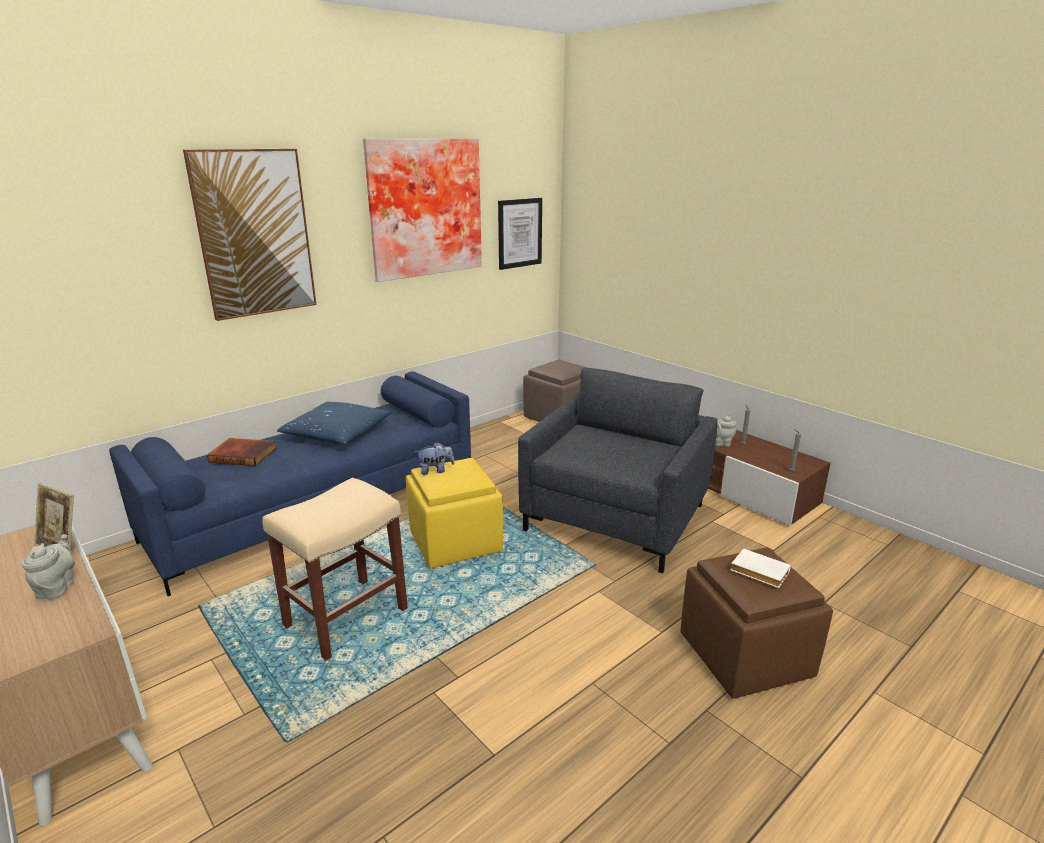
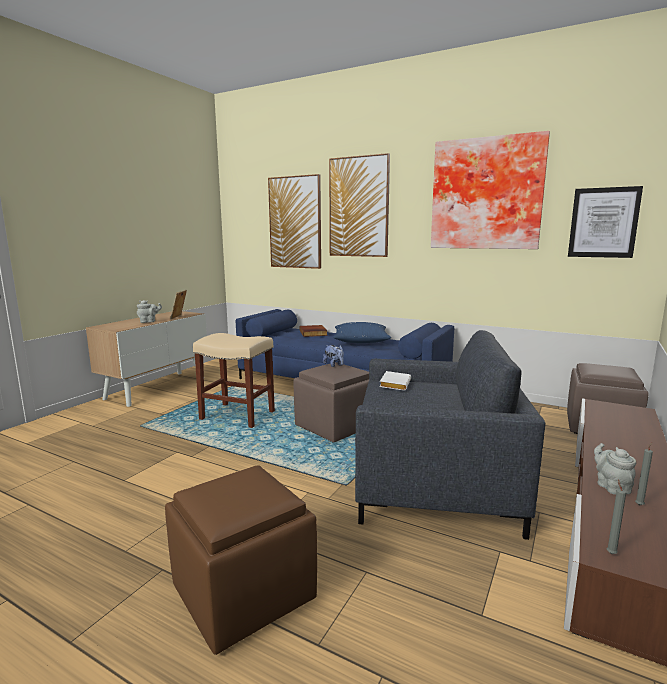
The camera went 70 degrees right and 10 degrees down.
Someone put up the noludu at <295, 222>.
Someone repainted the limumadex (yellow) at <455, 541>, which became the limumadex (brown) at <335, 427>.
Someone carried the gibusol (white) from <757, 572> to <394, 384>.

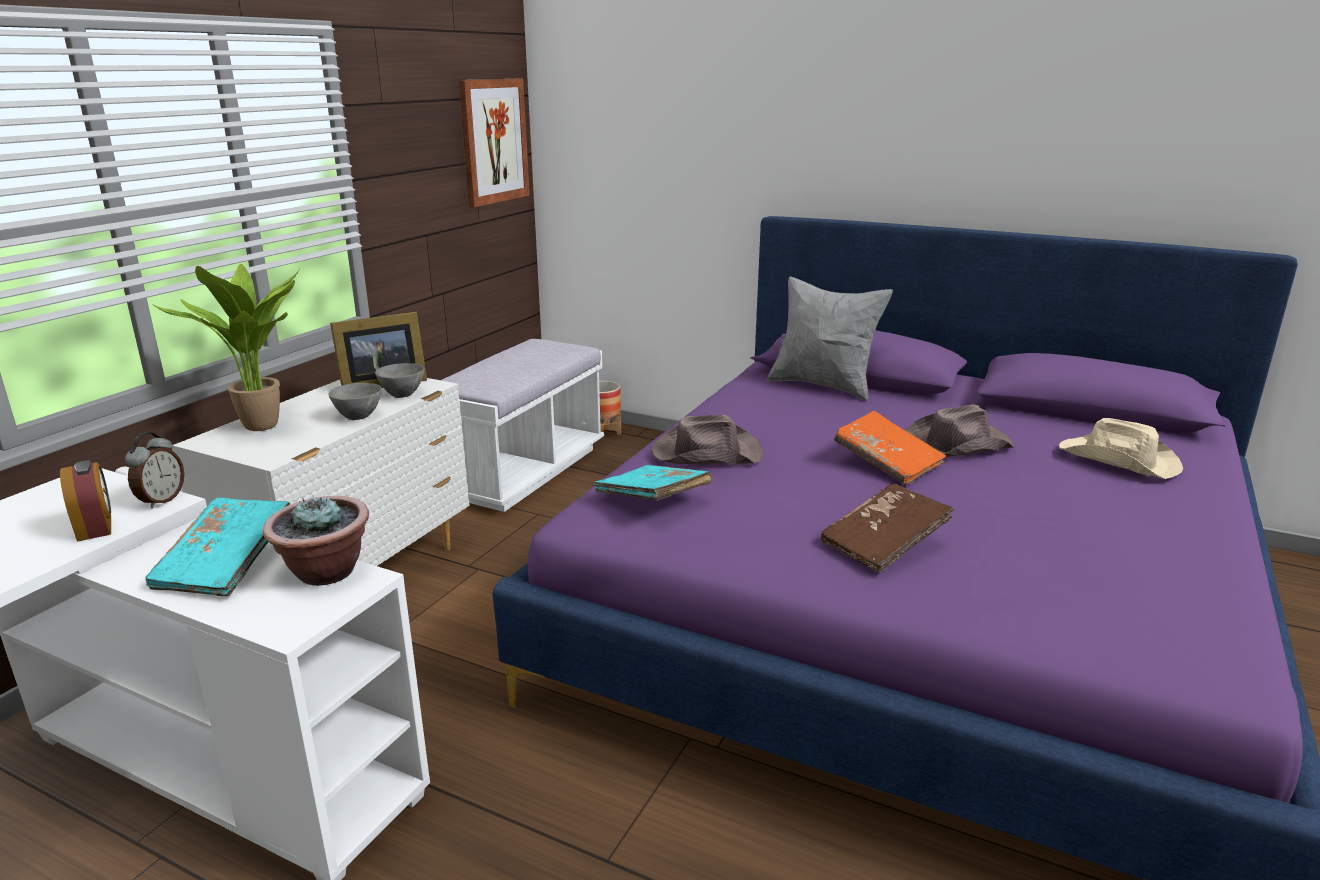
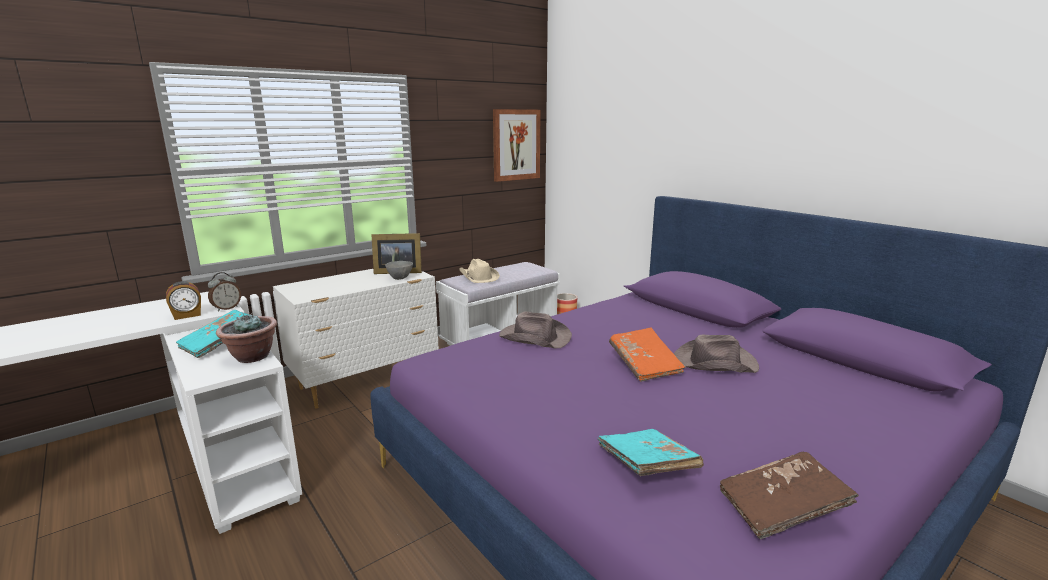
The camera went 25 degrees right and 5 degrees down.
Someone rotated the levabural at <96, 528> by 60 degrees clockwise.
Someone carried the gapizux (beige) from <1119, 460> to <478, 277>.
Someone carried the gibusol (turquoise) from <652, 499> to <646, 465>.
Someone carried the gibusol (brown) from <884, 544> to <781, 508>.
Someone took away the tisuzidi at <266, 427>.
Someone took away the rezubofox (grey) at <358, 416>.
Someone took away the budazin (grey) at <823, 386>.

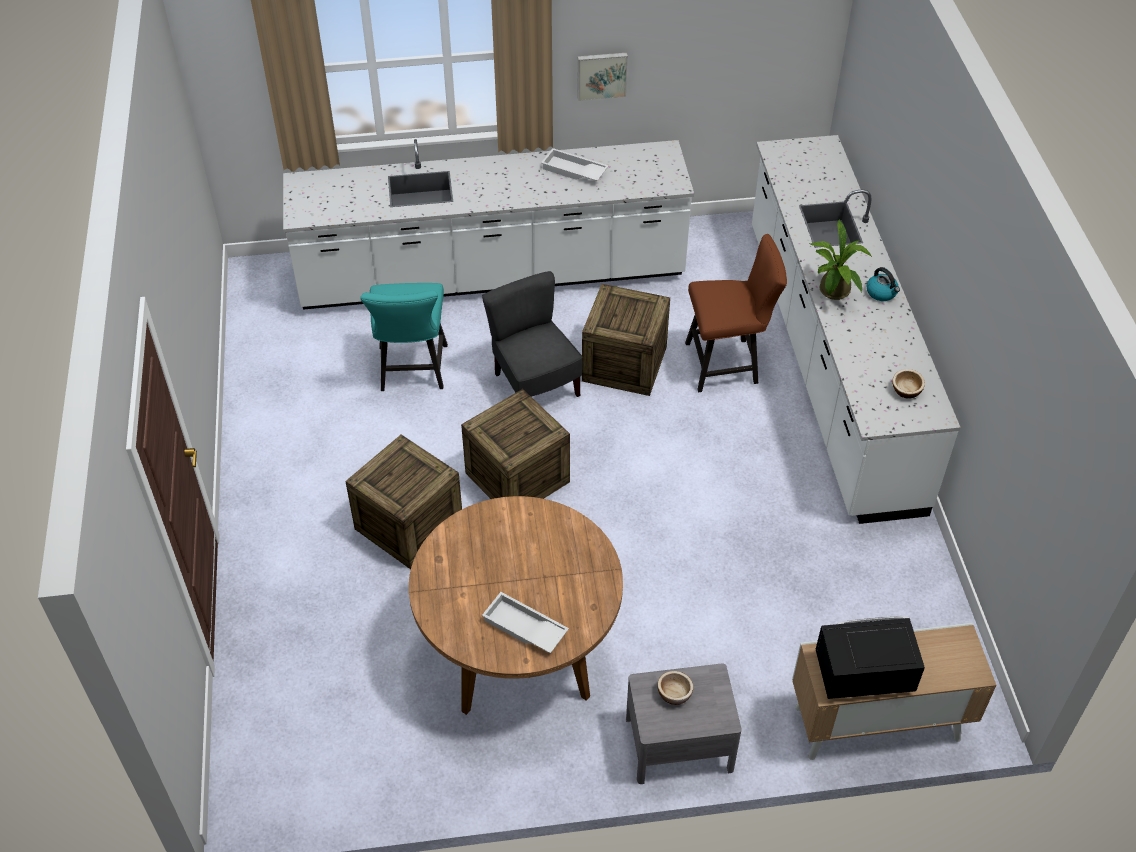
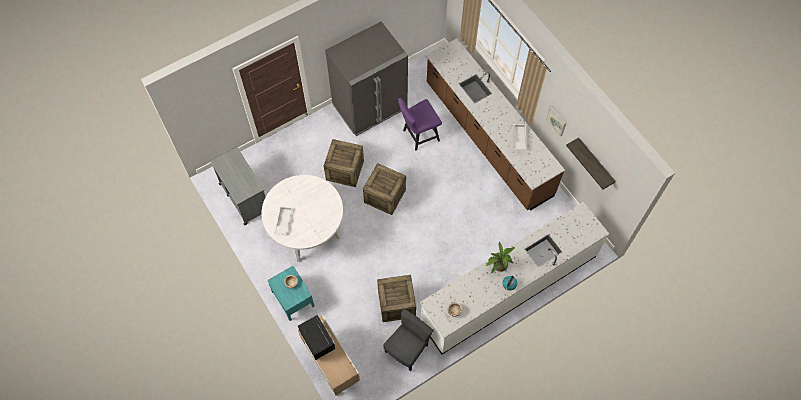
The camera went 65 degrees right and 15 degrees up.
Someone put down the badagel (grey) at <244, 197>.
Someone repainted the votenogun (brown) at <519, 652>, which became the votenogun (white) at <307, 231>.
Someone repainted the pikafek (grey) at <679, 744>, which became the pikafek (turquoise) at <293, 298>.
Someone put down the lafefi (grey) at <370, 107>.
Someone carried the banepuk from <624, 364> to <396, 304>.
Someone carried the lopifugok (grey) from <535, 386> to <407, 349>.
Someone repainted the lopifugok (turquoise) at <412, 372>, which became the lopifugok (purple) at <418, 136>.
Someone repainted the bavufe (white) at <492, 275>, which became the bavufe (brown) at <487, 139>.
Someone put up the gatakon at <595, 163>.
Someone took away the lopifugok (brown) at <727, 363>.

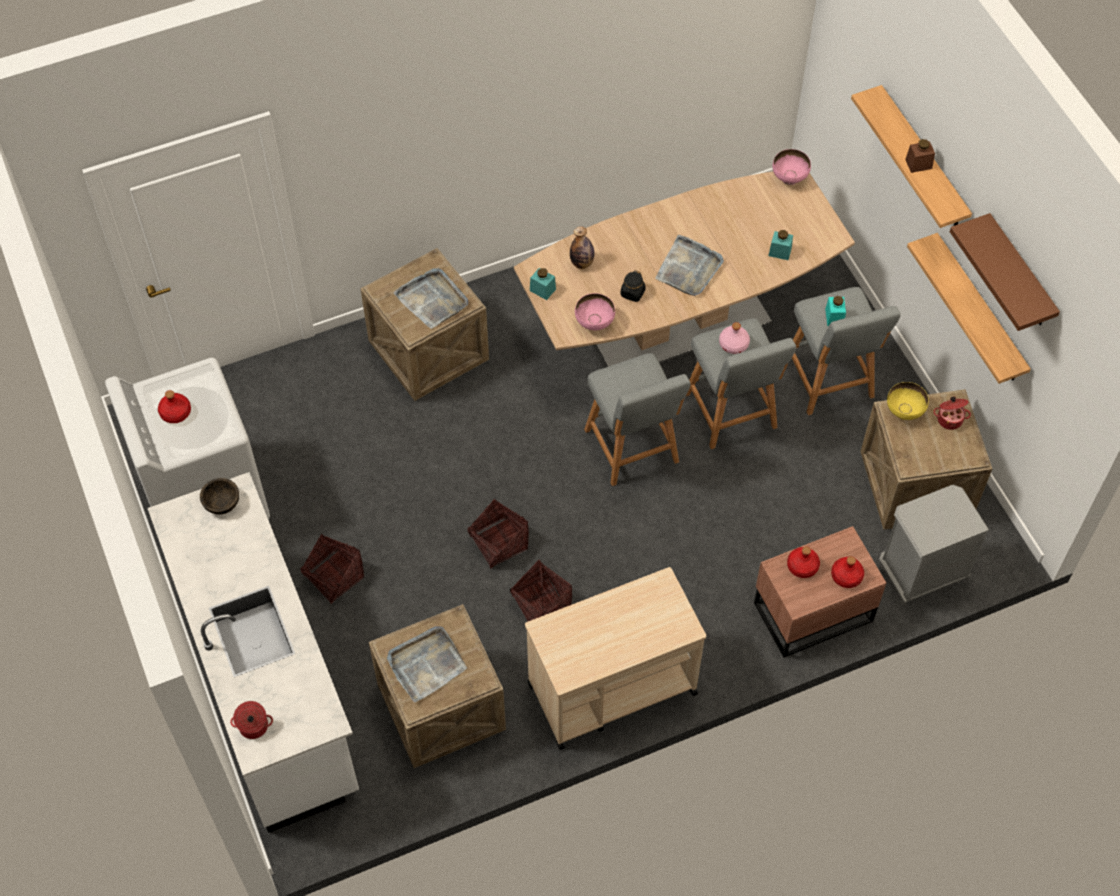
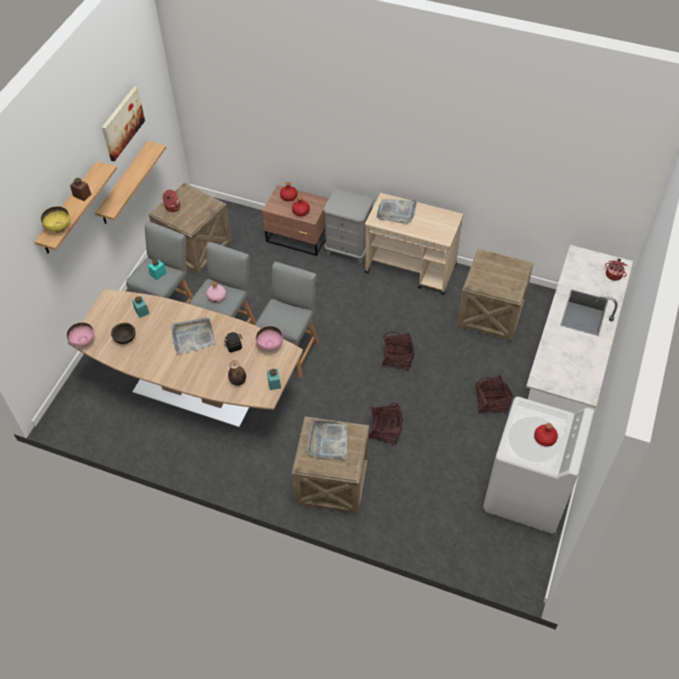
The camera went 135 degrees left and 5 degrees down.
Someone carried the rezubofox (yellow) from <904, 411> to <59, 228>.
Someone swapped the gatakon (brown) at <1019, 274> for the noludu at <122, 123>.
Someone carried the rezubofox (brown) from <222, 503> to <125, 338>.
Someone carried the pikafek (grey) from <919, 574> to <348, 249>.
Someone carried the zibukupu from <541, 604> to <385, 430>.
Someone carried the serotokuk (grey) from <426, 665> to <396, 212>.

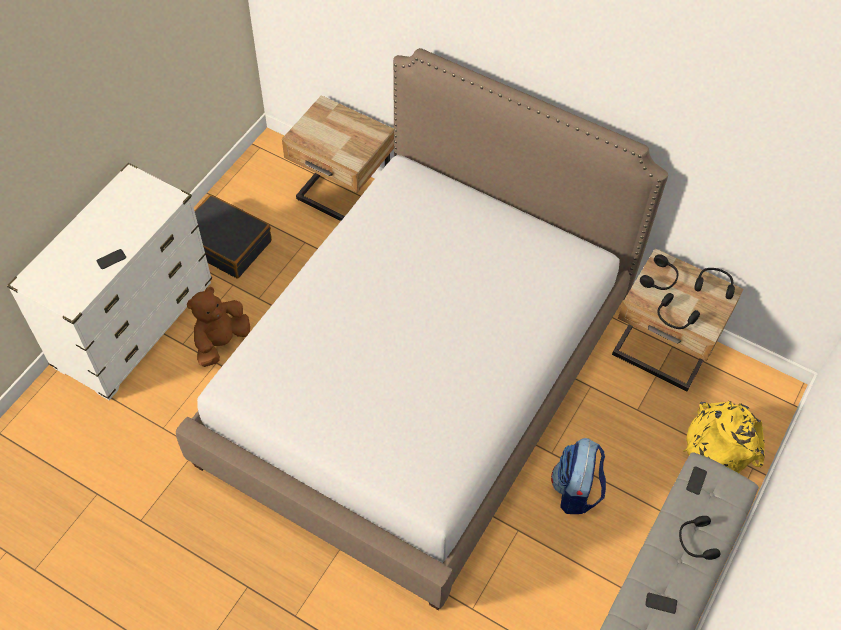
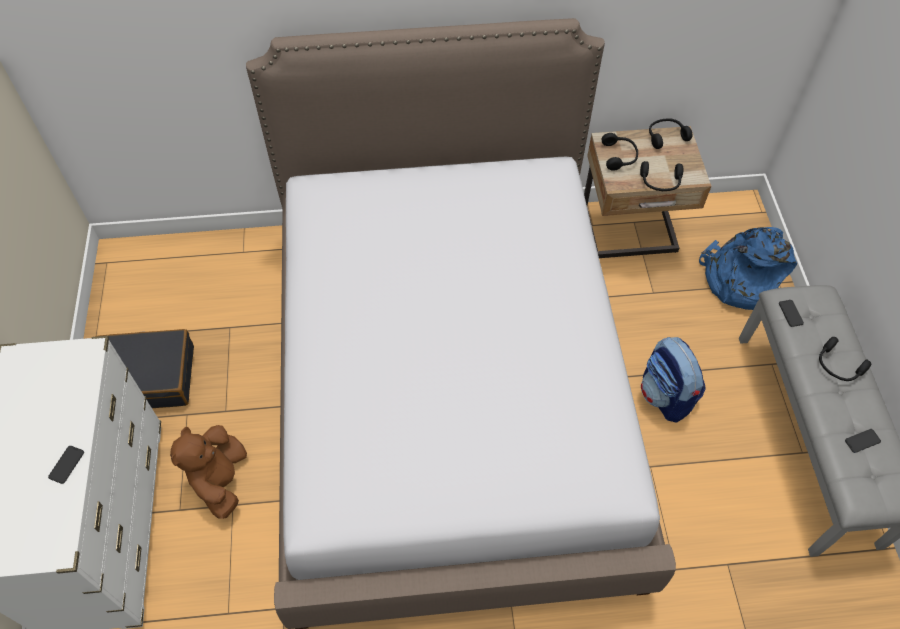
The camera went 35 degrees left and 0 degrees up.
Someone repainted the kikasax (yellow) at <719, 445>, which became the kikasax (blue) at <738, 280>.
Someone took away the pikafek (beige) at <342, 198>.

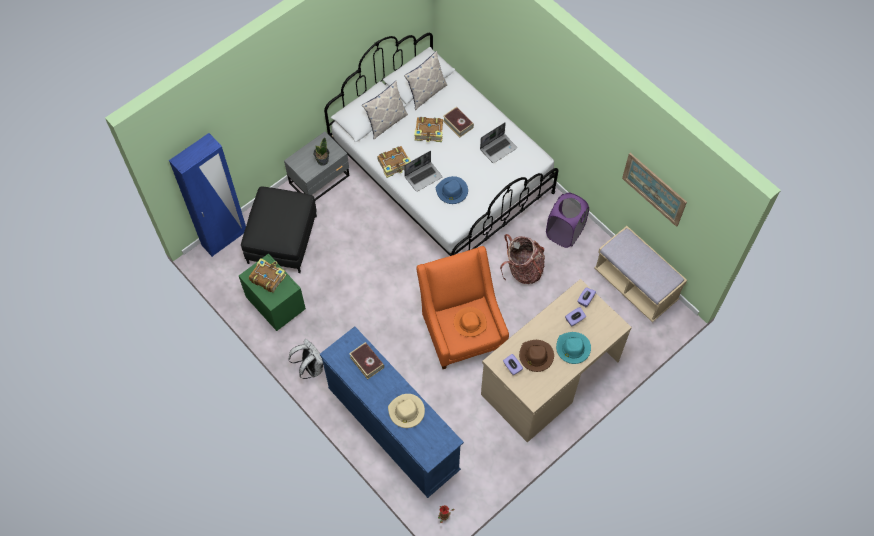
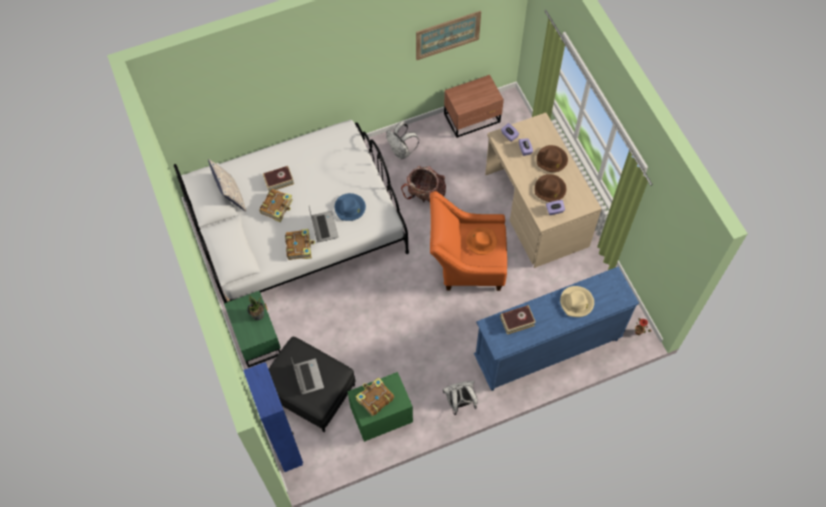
The camera went 70 degrees left and 0 degrees up.
Someone repainted the pikafek (grey) at <320, 179>, which became the pikafek (green) at <257, 337>.
Someone carried the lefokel from <498, 148> to <308, 376>.
Someone swapped the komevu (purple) at <564, 232> for the kikasax (white) at <401, 152>.
Someone swapped the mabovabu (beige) at <635, 285> for the pikafek (brown) at <473, 118>.
Someone repainted the gapizux (turquoise) at <573, 348>, which became the gapizux (brown) at <552, 160>.
Someone took away the budazin at <386, 122>.

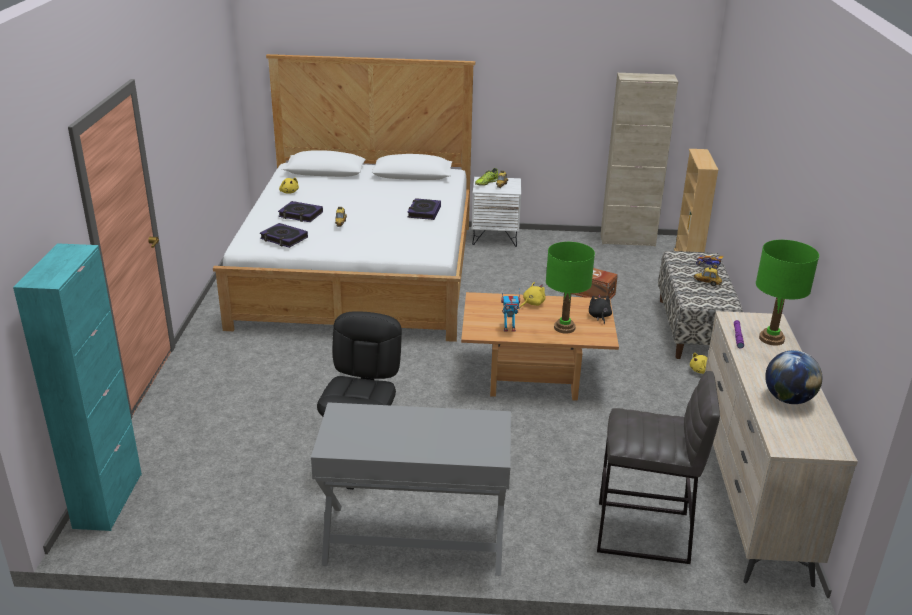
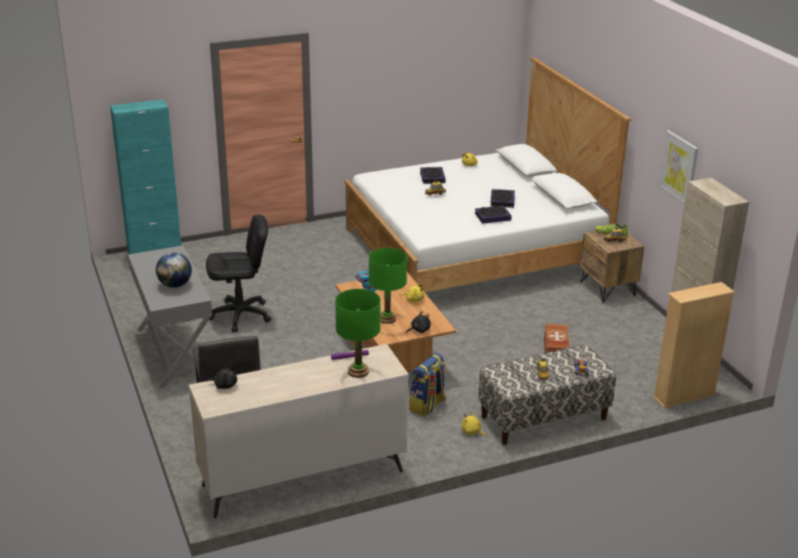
The camera went 65 degrees right and 0 degrees up.
Someone carried the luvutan from <788, 399> to <175, 285>.
Someone put down the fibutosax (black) at <224, 385>.
Someone put down the kikasax at <427, 406>.
Someone carried the gibusol from <284, 238> to <502, 201>.
Someone repainted the pikafek (white) at <495, 237>, which became the pikafek (brown) at <608, 289>.
Someone put up the noludu at <678, 167>.

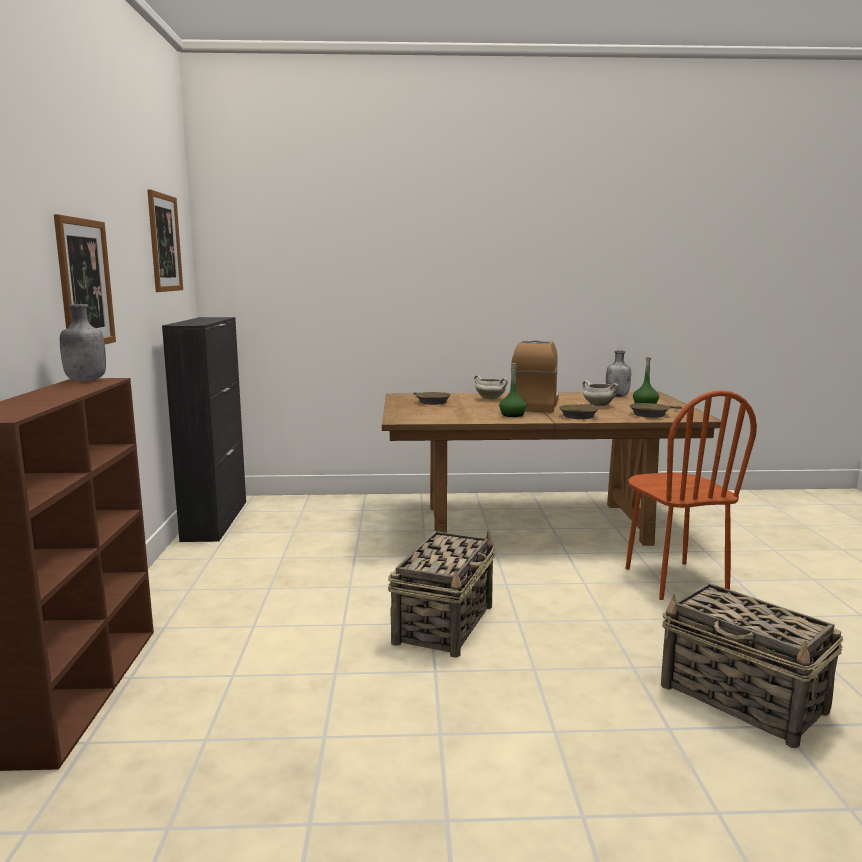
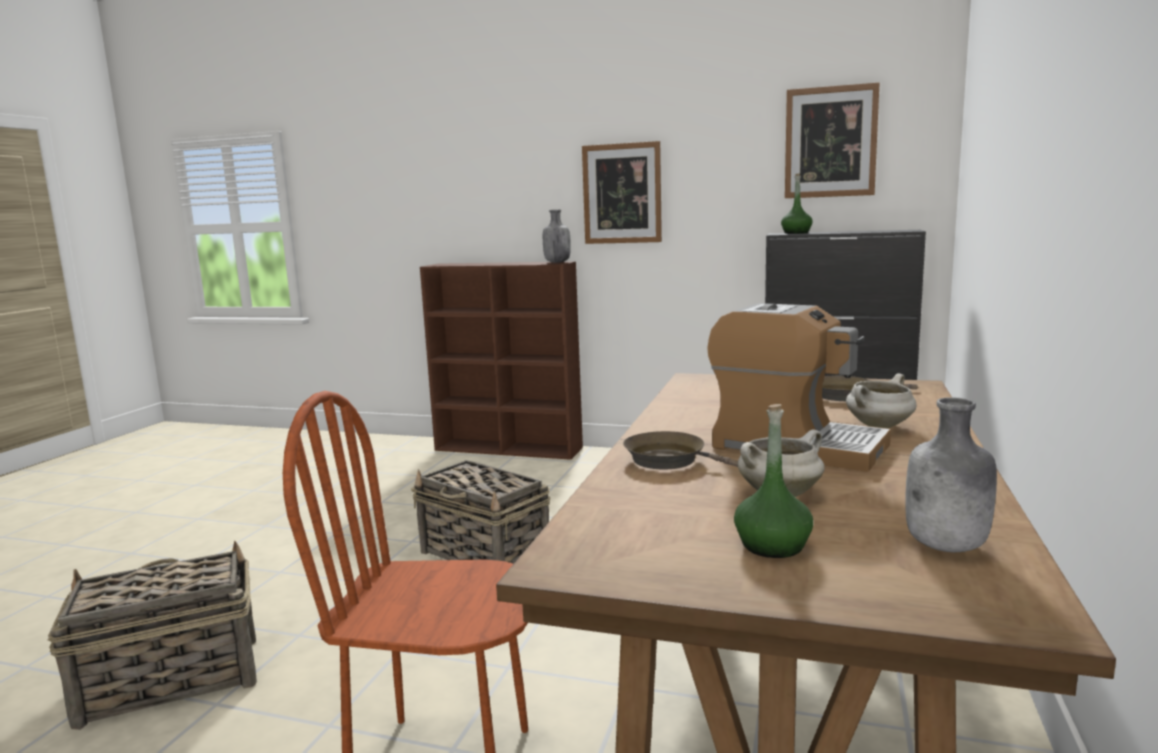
The camera went 110 degrees right and 0 degrees up.
Someone carried the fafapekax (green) from <512, 415> to <796, 233>.
Someone took away the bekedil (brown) at <651, 414>.

